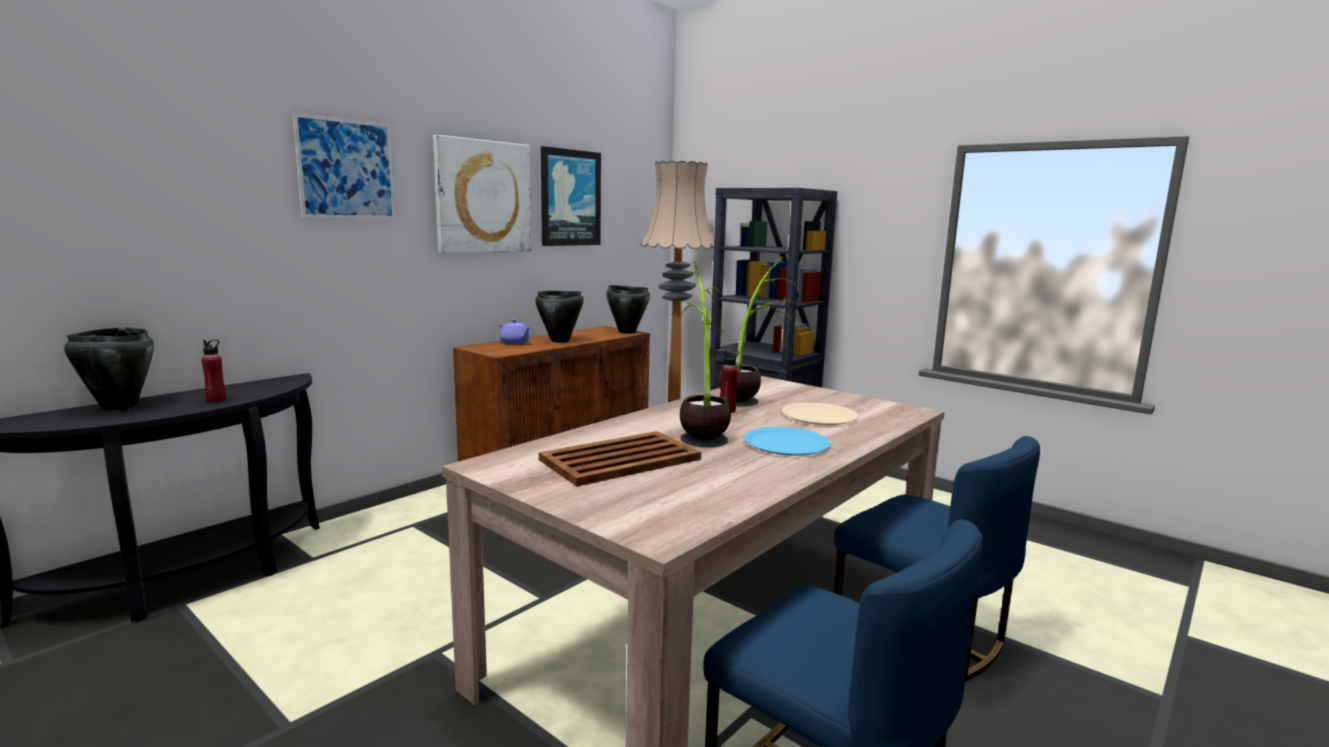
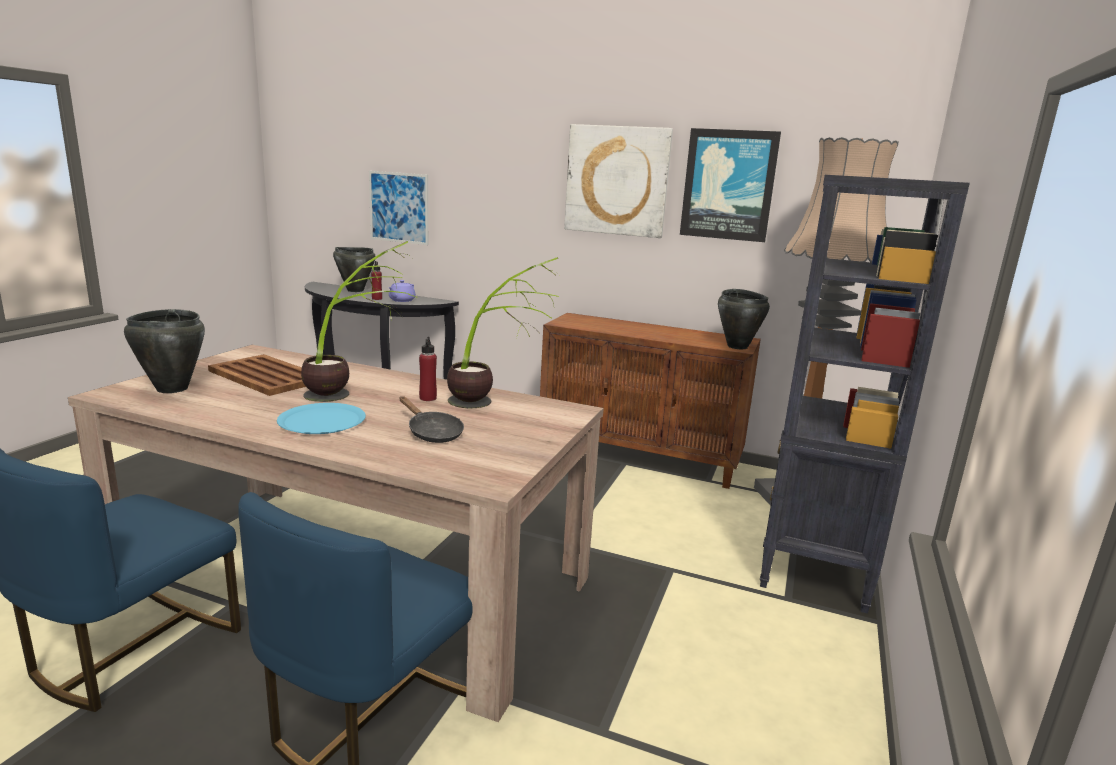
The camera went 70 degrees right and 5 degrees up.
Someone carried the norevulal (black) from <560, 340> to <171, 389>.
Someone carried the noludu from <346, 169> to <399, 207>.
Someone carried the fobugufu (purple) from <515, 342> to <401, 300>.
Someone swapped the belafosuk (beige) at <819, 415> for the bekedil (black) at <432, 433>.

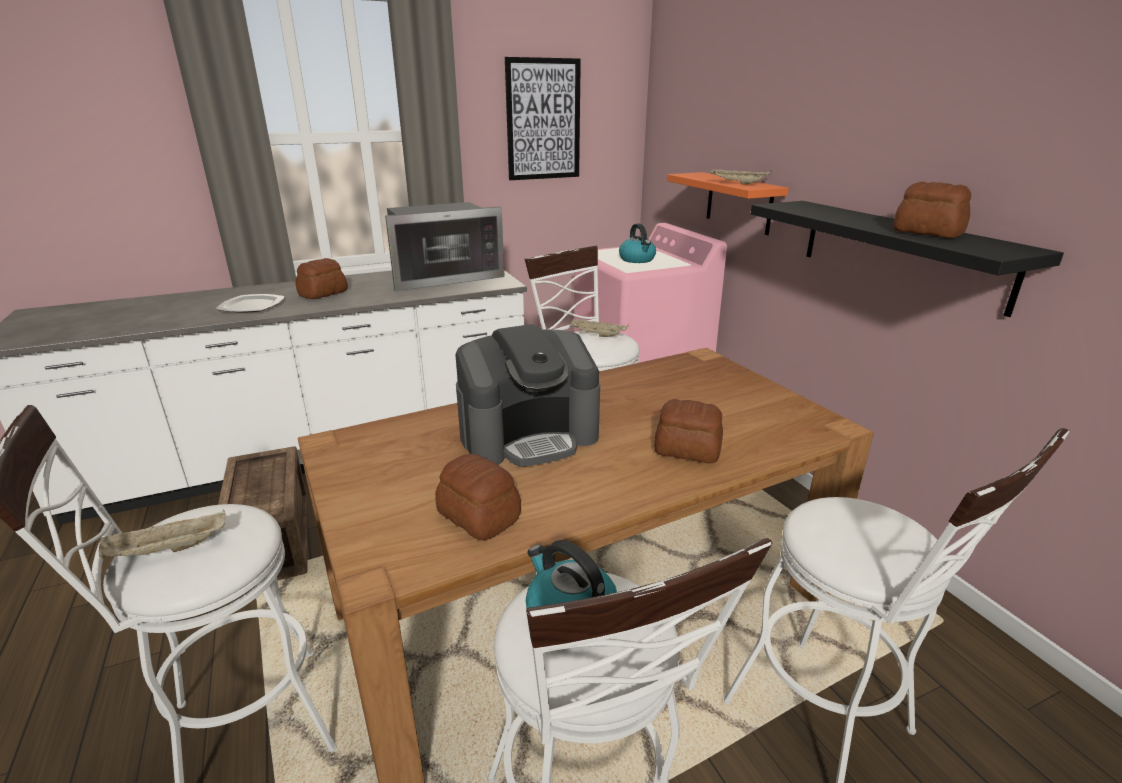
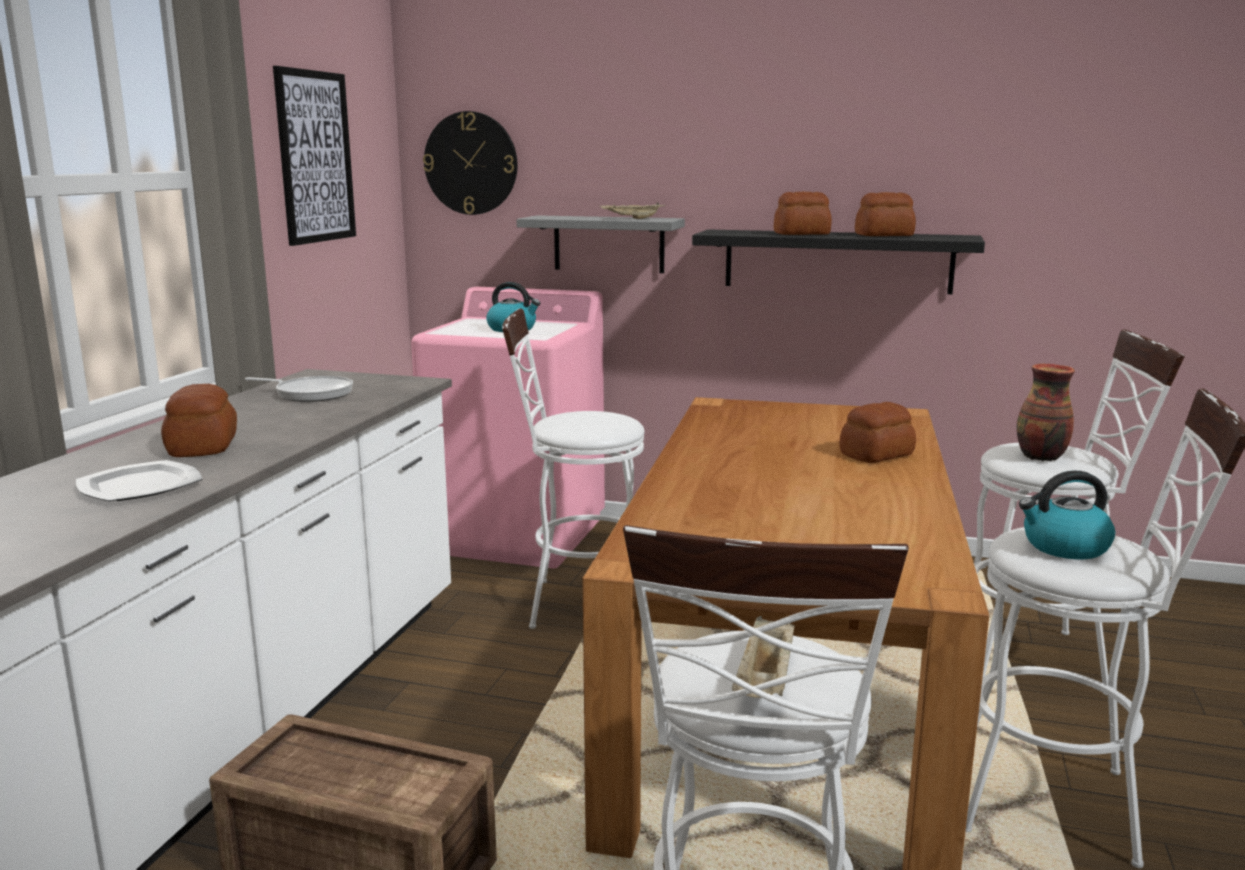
The camera went 50 degrees left and 10 degrees down.
Someone swapped the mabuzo at <443, 276> for the bekedil at <310, 393>.
Someone put up the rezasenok at <471, 163>.
Someone repainted the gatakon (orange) at <739, 203>, which became the gatakon (grey) at <608, 244>.
Someone carried the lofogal from <478, 517> to <802, 234>.
Someone put down the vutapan at <1040, 457>.
Someone took away the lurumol at <529, 435>.
Someone took away the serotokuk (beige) at <597, 335>.

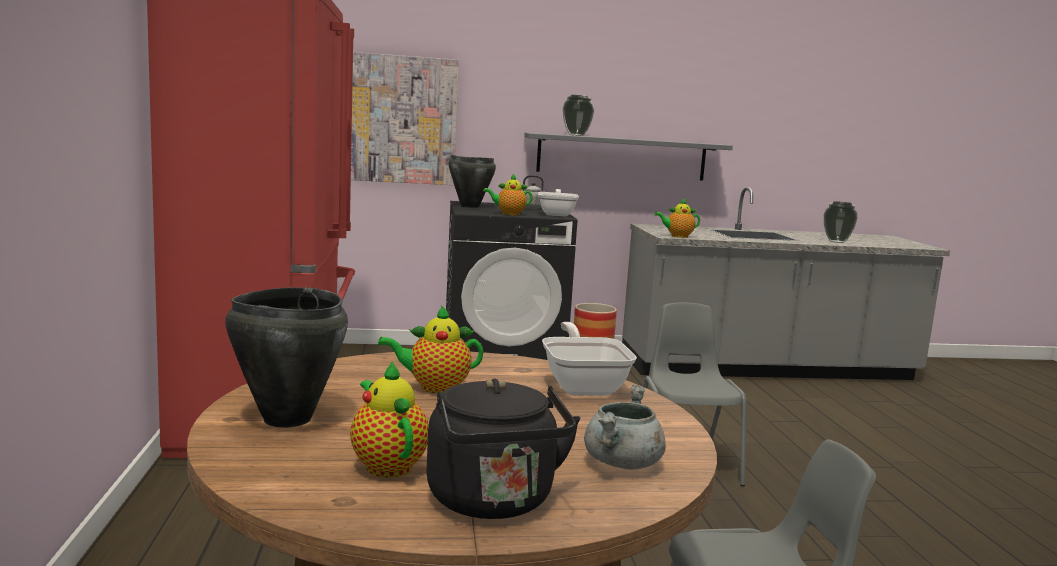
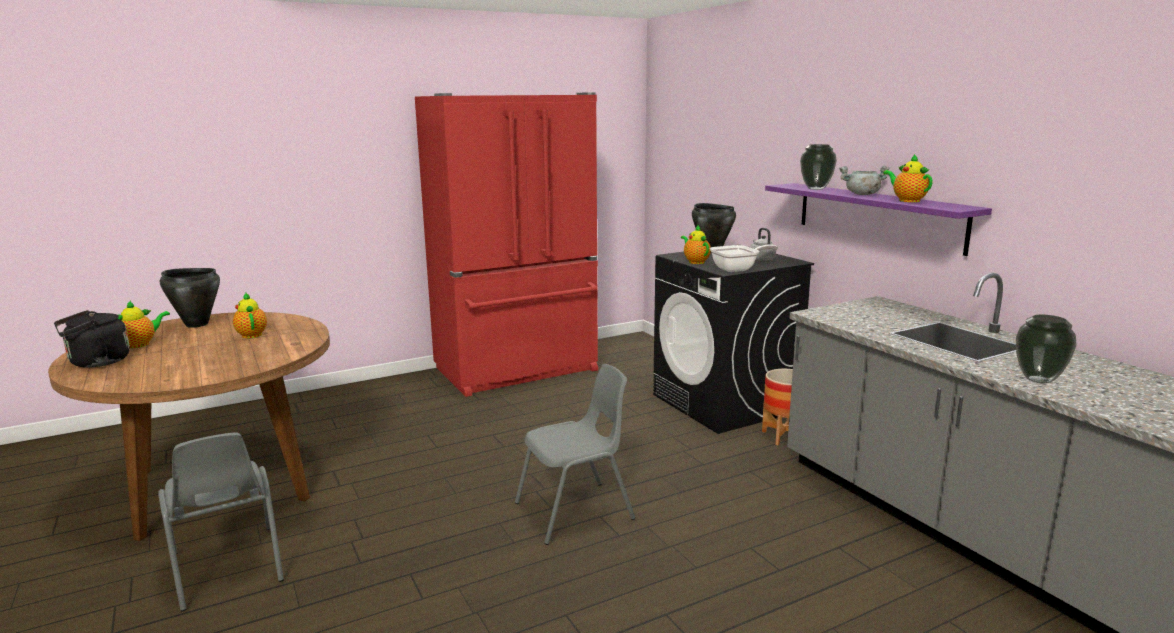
The camera went 70 degrees right and 5 degrees up.
Someone repainted the gatakon (grey) at <622, 157>, which became the gatakon (purple) at <877, 216>.
Someone carried the norevulal (grey) from <622, 464> to <862, 194>.
Someone carried the fobugufu from <677, 236> to <907, 200>.
Someone took away the noludu at <394, 119>.
Someone took away the bekedil at <583, 385>.

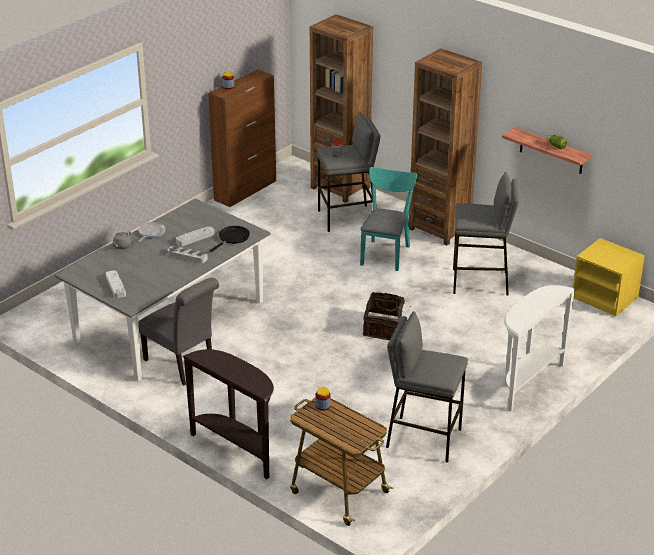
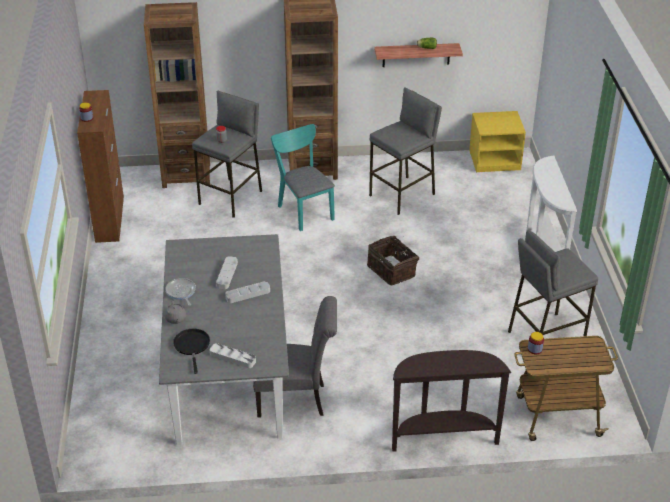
The camera went 45 degrees left and 5 degrees up.
Someone carried the bekedil (black) from <232, 238> to <192, 346>.

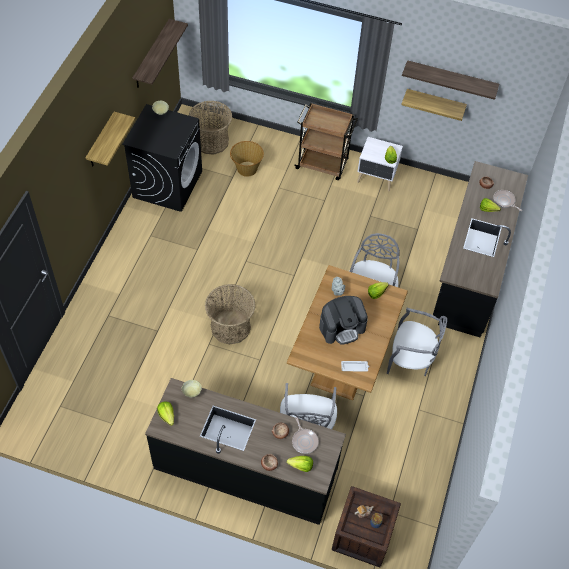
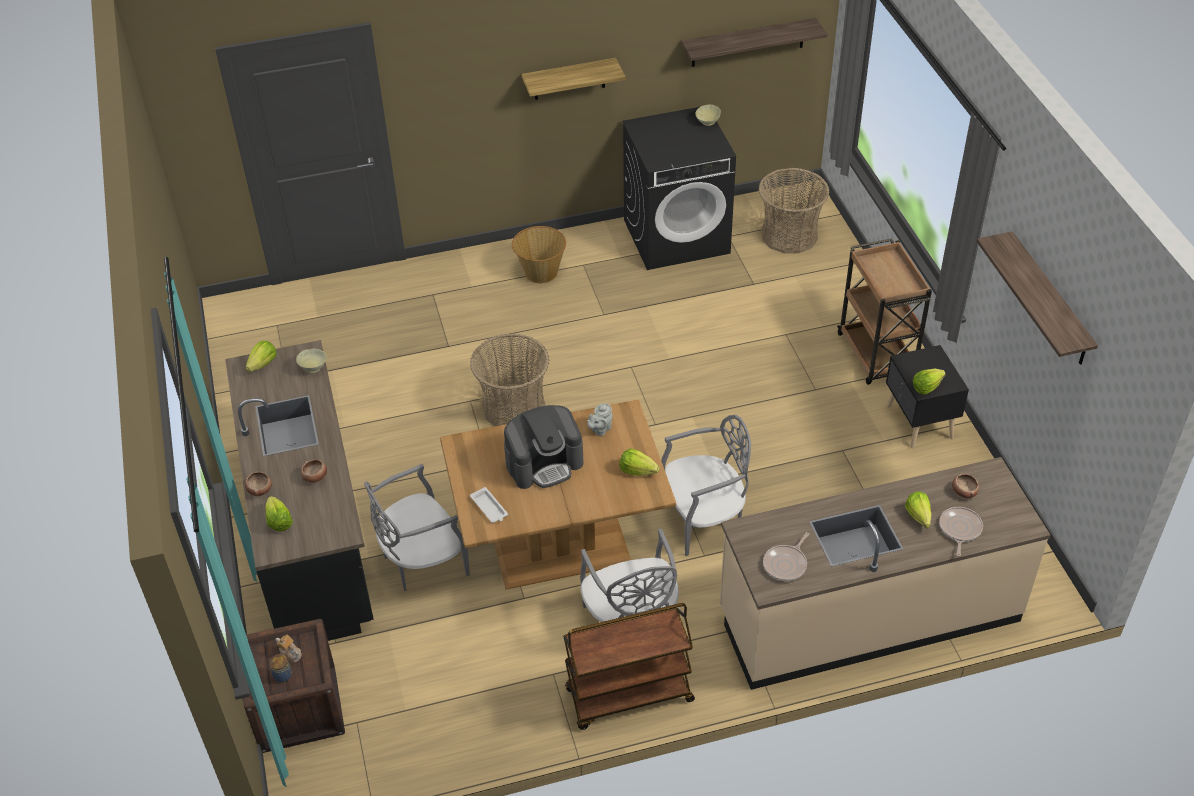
The camera went 60 degrees right and 10 degrees down.
Someone rotated the lurumol at <342, 327> by 60 degrees counterclockwise.
Someone carried the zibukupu from <246, 169> to <540, 272>.
Someone put down the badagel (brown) at <628, 696>.
Someone repainted the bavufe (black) at <470, 269>, which became the bavufe (beige) at <868, 615>.
Someone carried the bekedil from <304, 441> to <786, 564>.
Someone repainted the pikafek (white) at <376, 178>, which became the pikafek (black) at <918, 423>.
Someone took away the gatakon at <435, 103>.

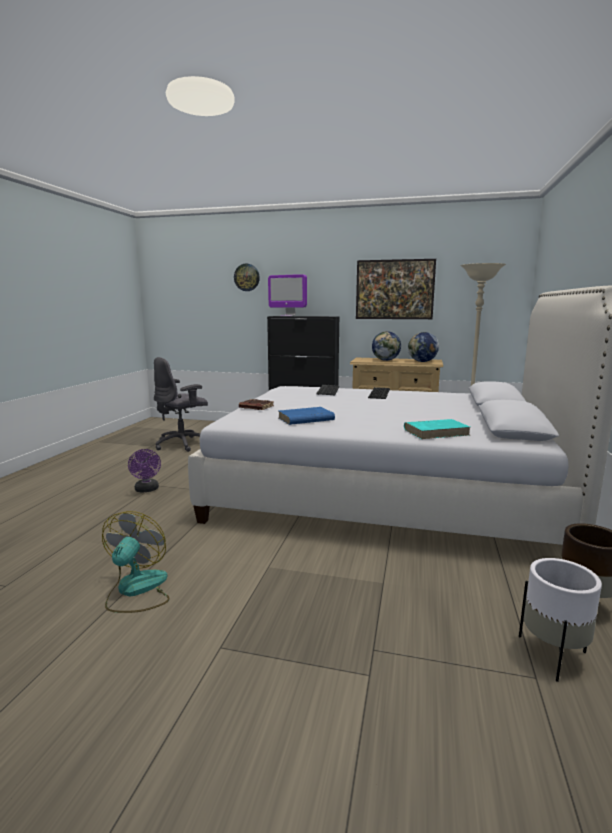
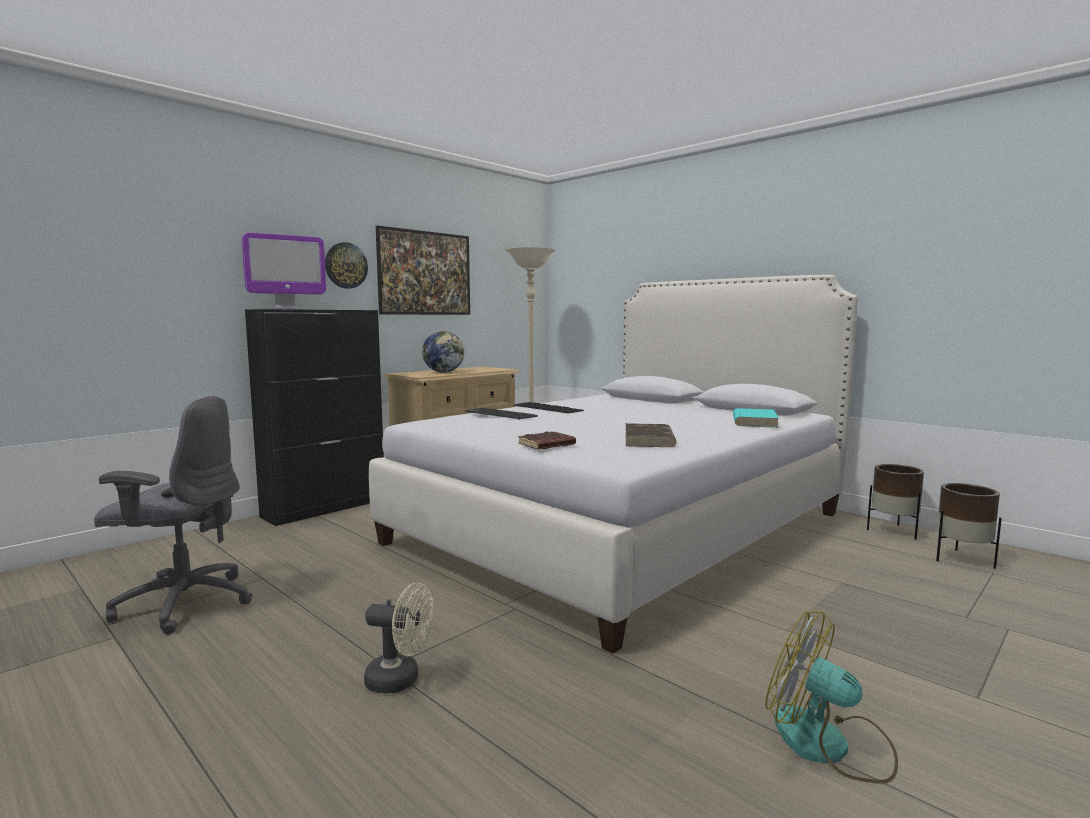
The camera went 60 degrees left and 5 degrees down.
Someone rotated the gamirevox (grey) at <182, 444> by 75 degrees counterclockwise.
Someone carried the rezasenok from <247, 277> to <346, 265>.
Someone repainted the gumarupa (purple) at <147, 490>, which became the gumarupa (beige) at <401, 680>.
Someone repainted the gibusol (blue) at <305, 419>, which became the gibusol (brown) at <649, 440>.
Someone repainted the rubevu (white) at <552, 656>, which became the rubevu (brown) at <962, 560>.
Someone took away the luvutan at <422, 361>.

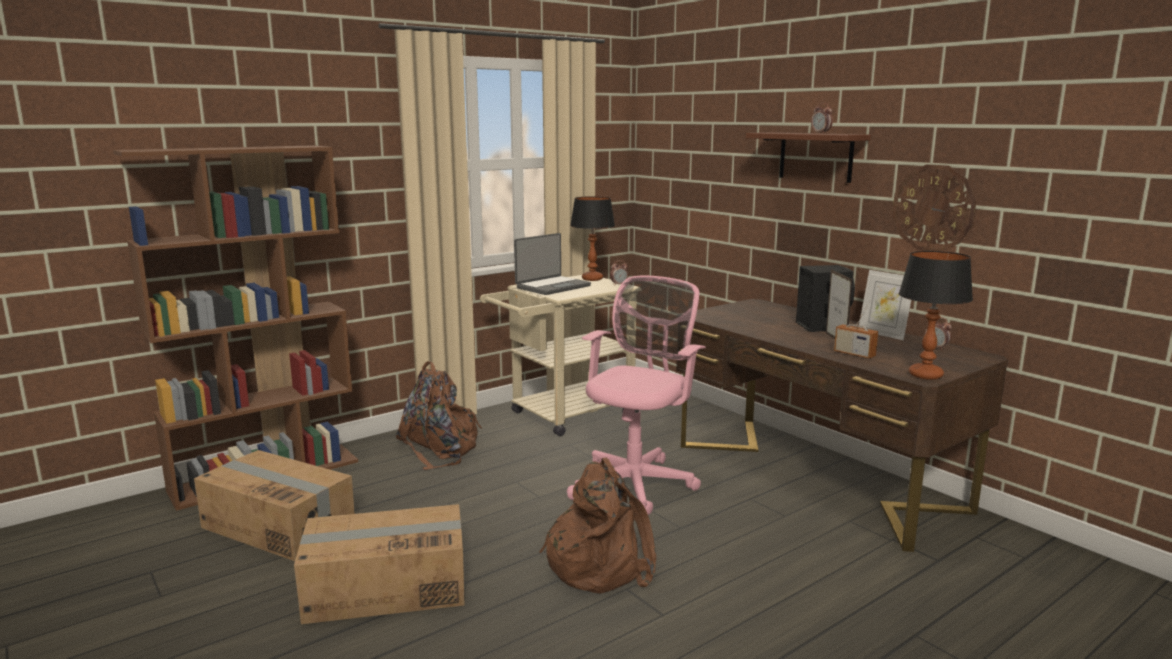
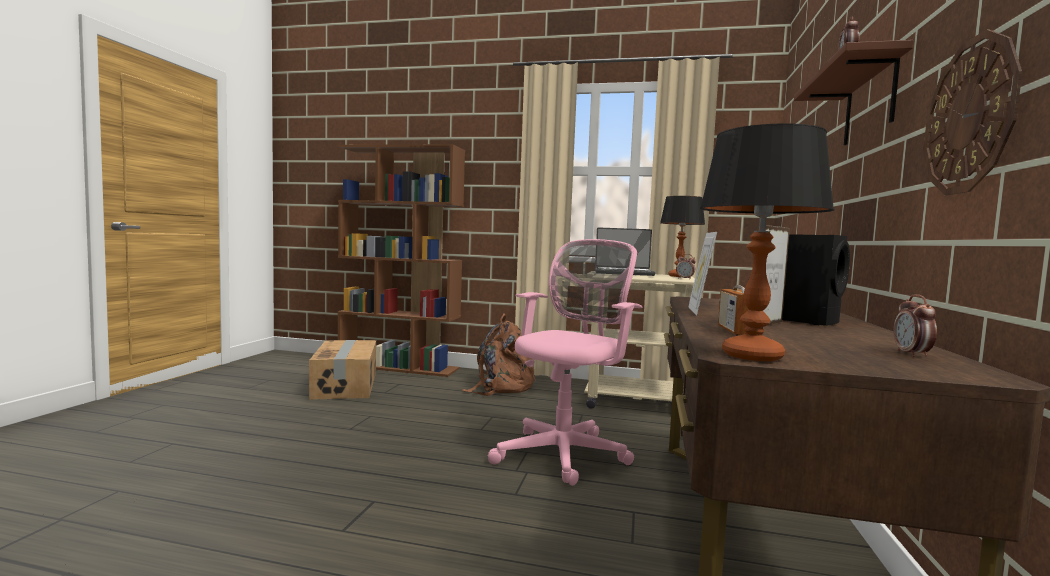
The camera went 50 degrees right and 10 degrees down.
Someone rotated the gamirevox (pink) at <636, 483> by 45 degrees counterclockwise.
Someone carried the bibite from <883, 334> to <699, 311>.
Someone took away the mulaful at <386, 587>.
Someone took away the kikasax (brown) at <599, 564>.

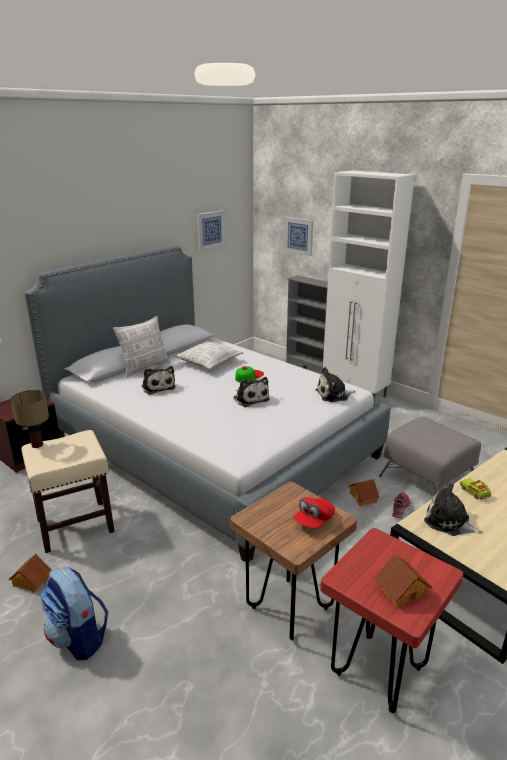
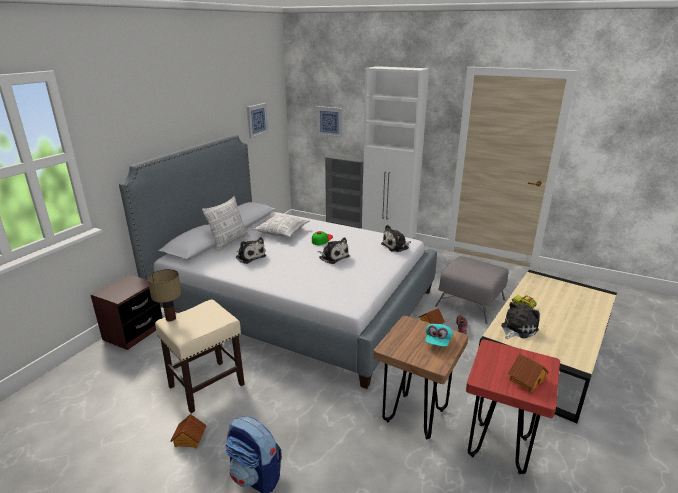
The camera went 15 degrees left and 0 degrees up.
Someone repainted the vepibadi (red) at <313, 521>, which became the vepibadi (turquoise) at <438, 341>.
Someone rotated the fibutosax at <449, 522> by 120 degrees clockwise.

